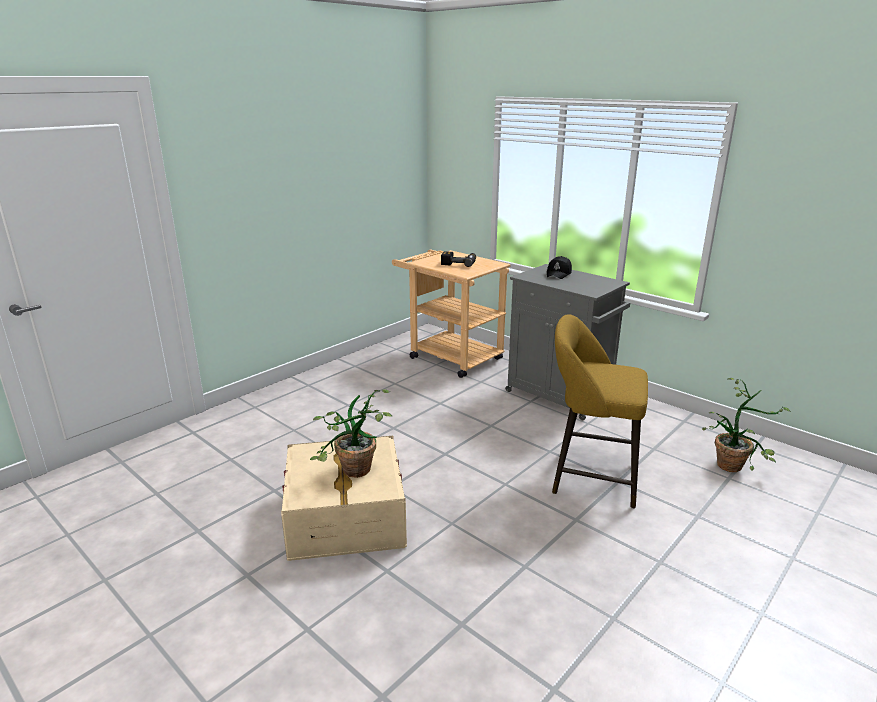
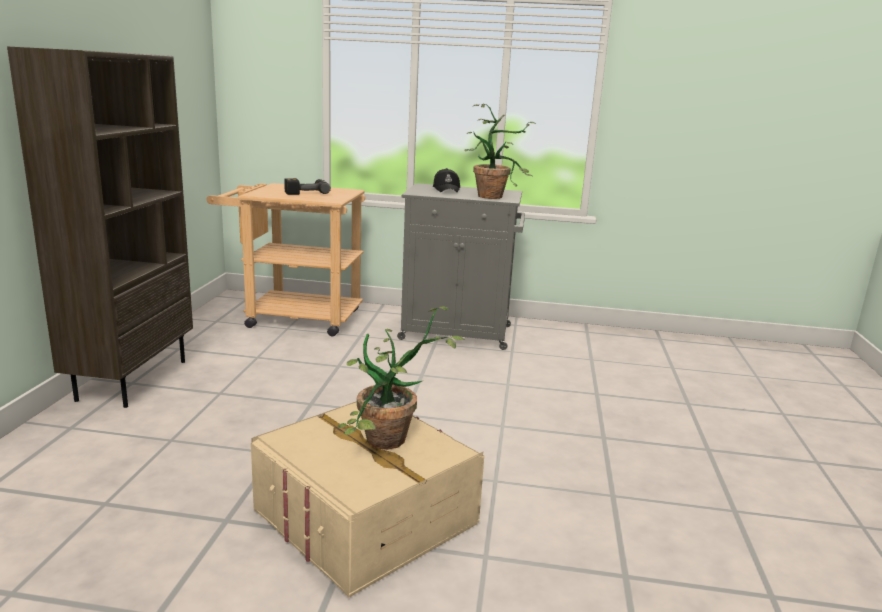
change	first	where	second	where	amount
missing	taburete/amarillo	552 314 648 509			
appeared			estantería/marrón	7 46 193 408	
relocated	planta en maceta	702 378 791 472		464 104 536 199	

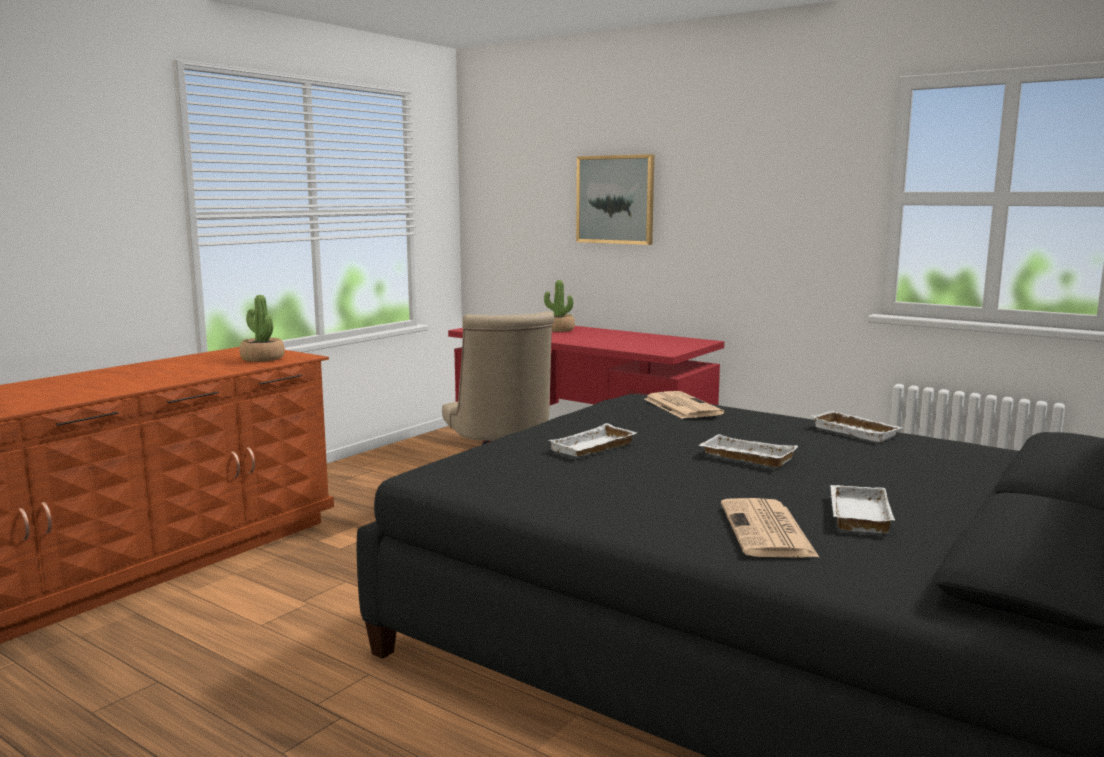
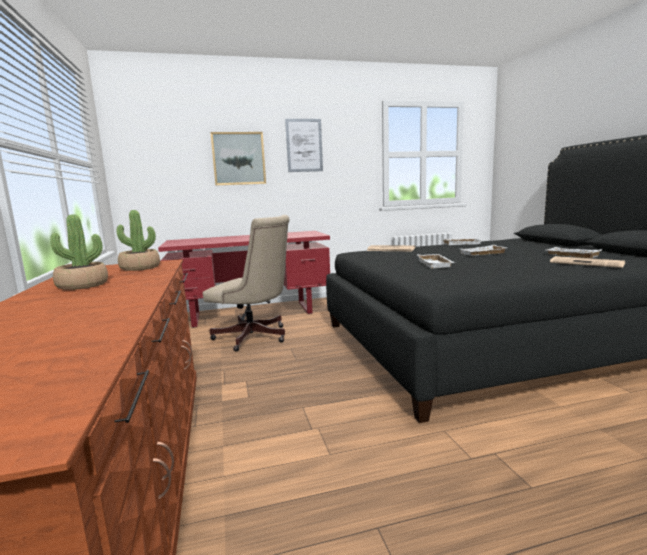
change	first	where	second	where	amount
appeared			cuadro	285 119 323 172	
relocated	planta en maceta	544 280 575 332		50 214 108 290	

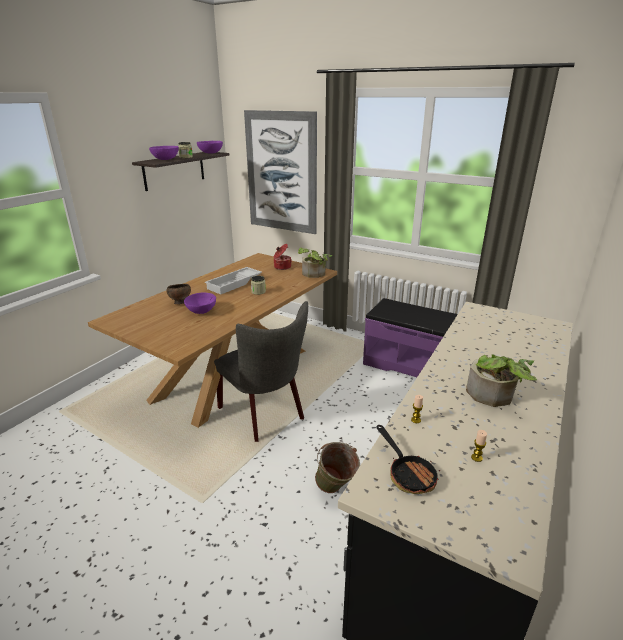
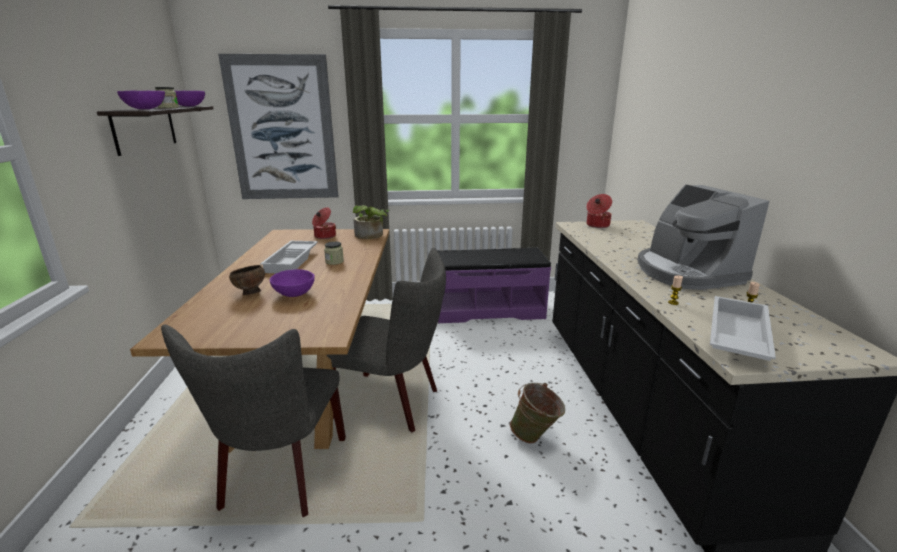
change	first	where	second	where	amount
appeared			silla/gris	161 324 346 517	
appeared			olla	586 194 612 228	
exchanged	sartén	377 425 440 494	bandeja/blanco	710 296 776 361	
exchanged	planta en maceta	466 354 537 407	cafetera	638 184 769 290	

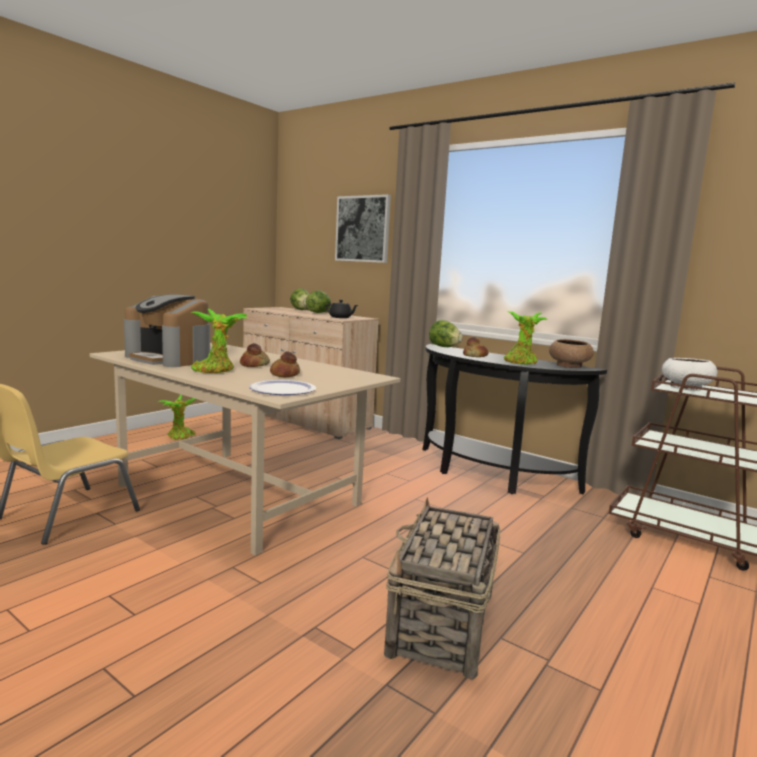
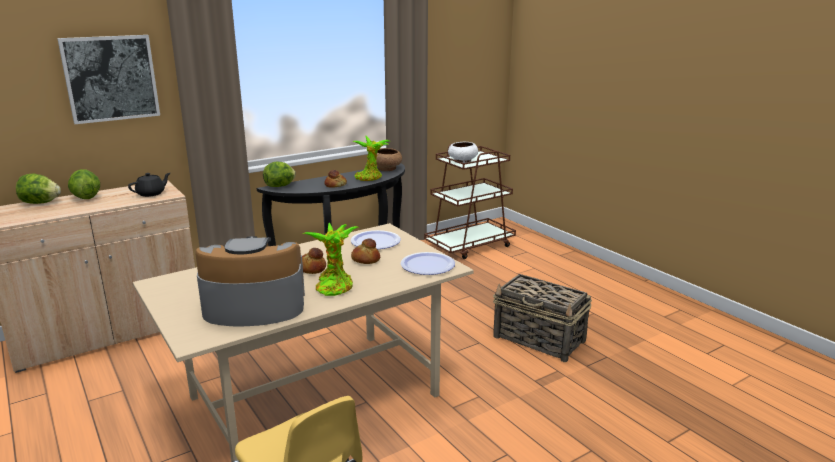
change	first	where	second	where	amount
missing	planta en maceta	158 394 196 440			
appeared			plato	351 230 401 249	
spun	cafetera	124 294 210 367		195 236 305 327	150 degrees counterclockwise

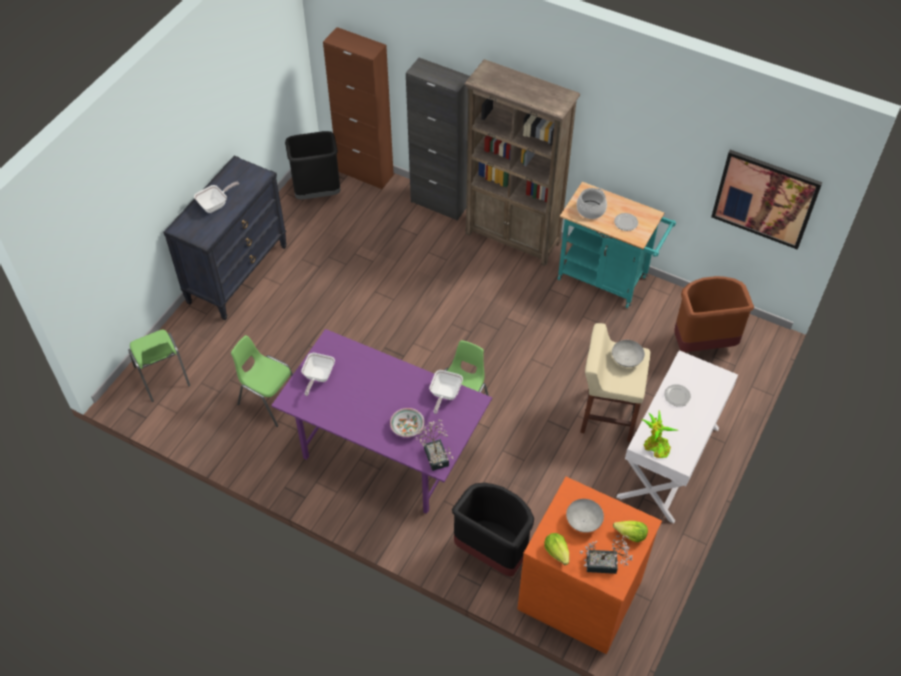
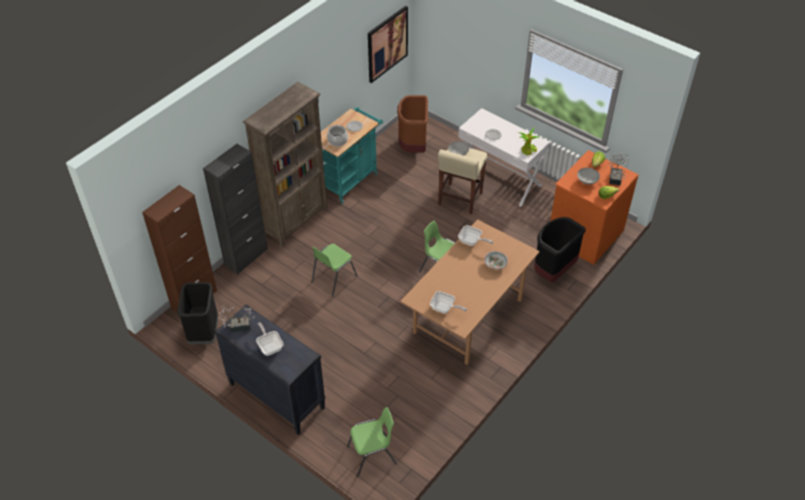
change	first	where	second	where	amount
relocated	silla/verde	231 335 293 427		312 244 358 297	
relocated	planta en maceta	416 419 454 471		219 304 255 332	
colour	mesa de comedor/morado	271 329 492 514	mesa de comedor/marrón	400 219 540 365	

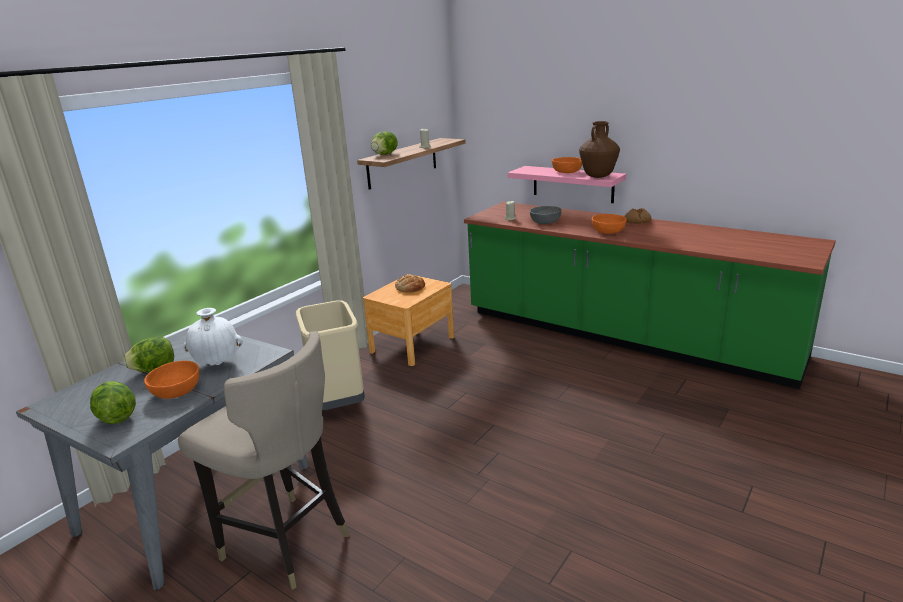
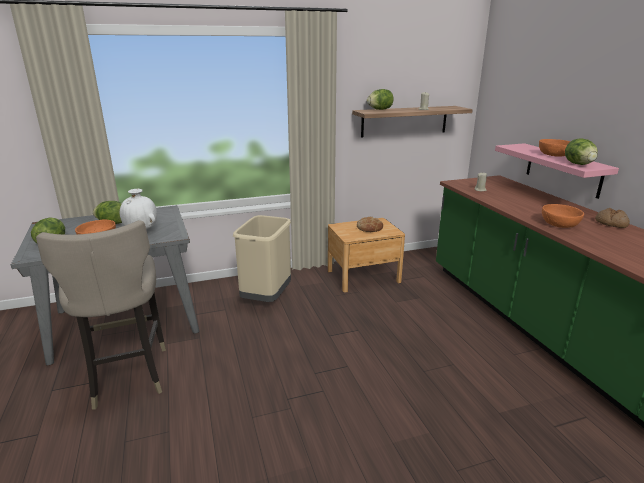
change	first	where	second	where	amount
missing	cuenco/gris	530 206 562 224			
exchanged	florero/marrón	579 121 620 178	lechuga	565 138 598 165	

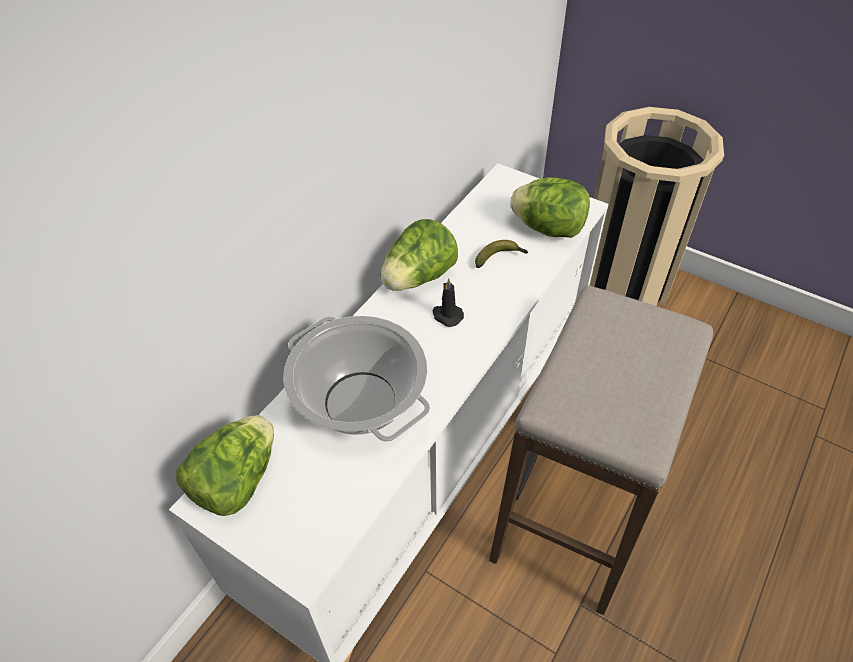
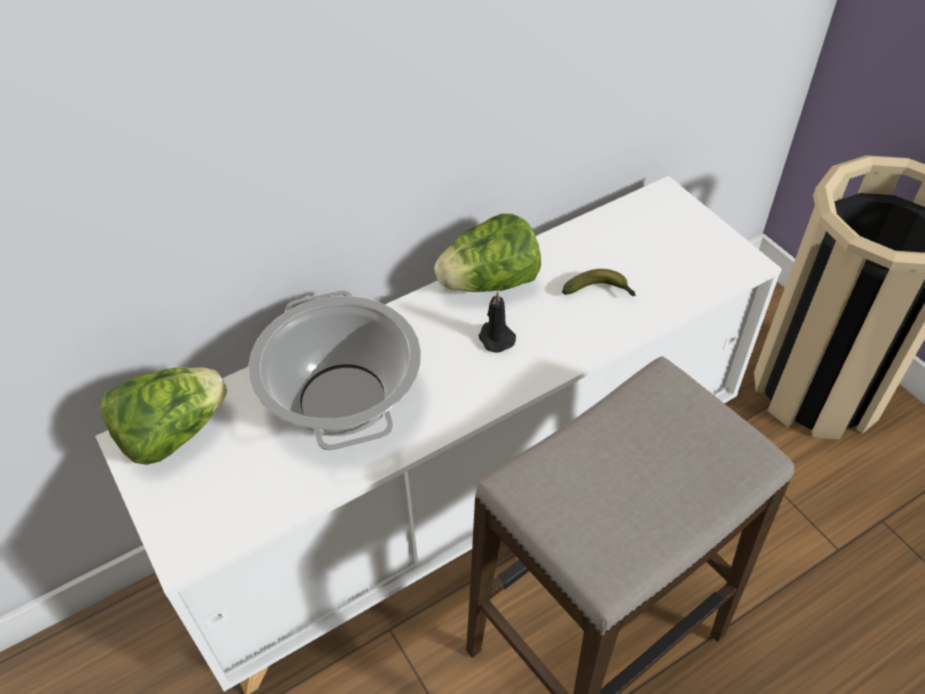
change	first	where	second	where	amount
missing	lechuga	510 177 590 238			

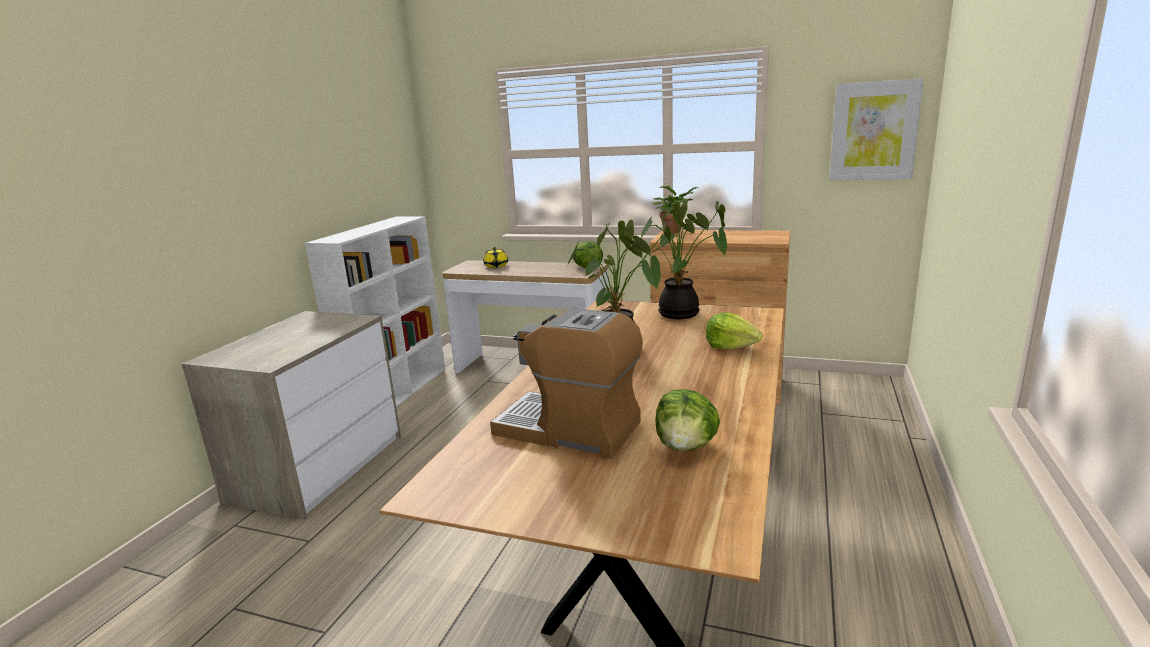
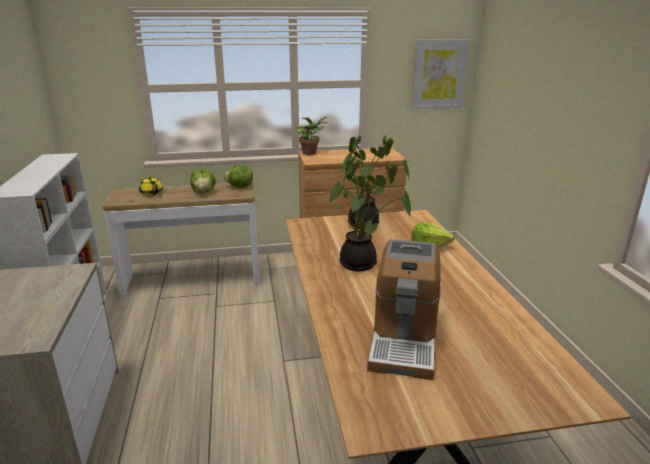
change	first	where	second	where	amount
relocated	lechuga	655 389 720 451		190 169 216 193	
spun	cafetera	490 308 643 458		367 239 440 380	75 degrees counterclockwise

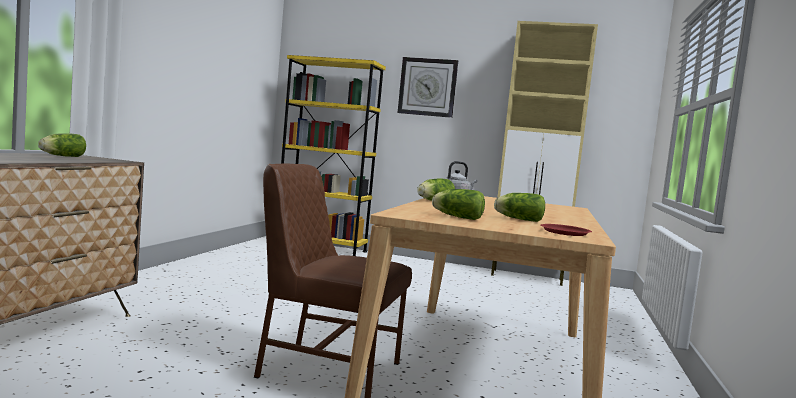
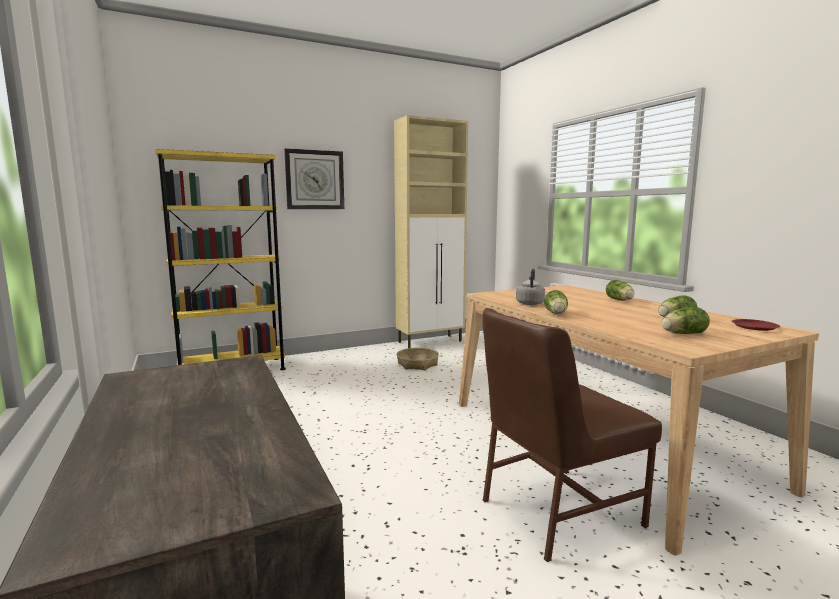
change	first	where	second	where	amount
appeared			cesta	397 348 439 370	
relocated	lechuga	38 133 86 157		606 280 634 300	

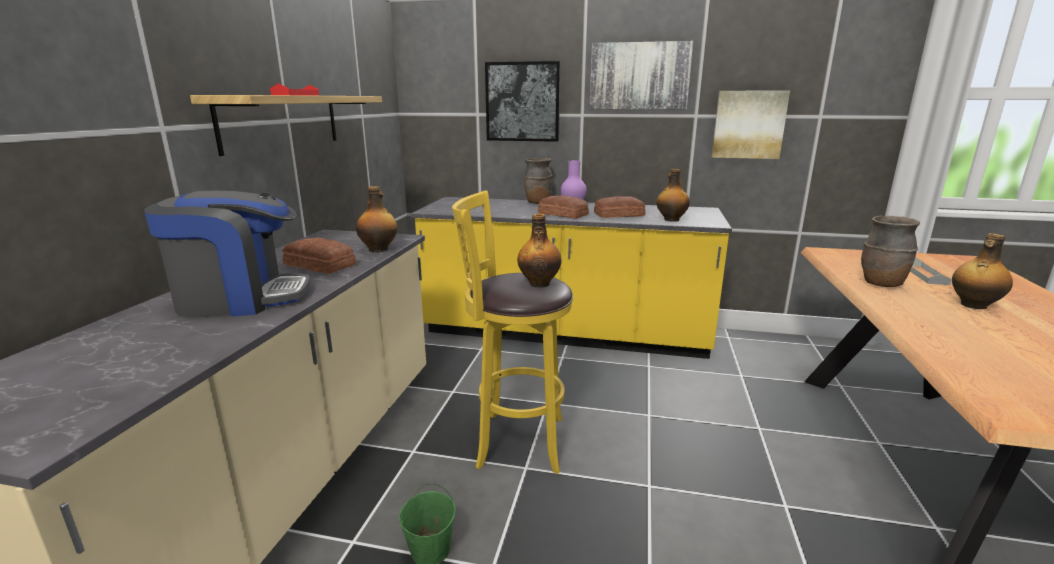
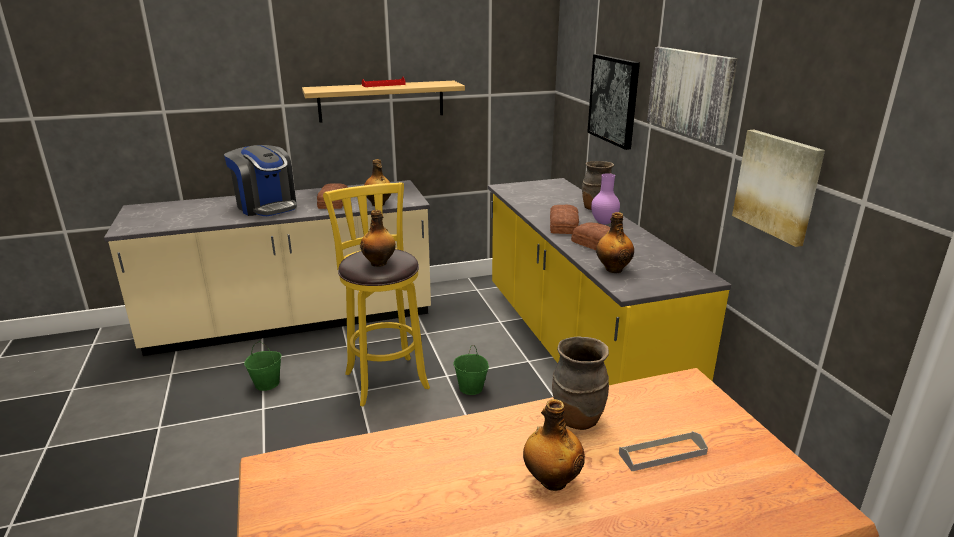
change	first	where	second	where	amount
appeared			cubo/verde	453 345 489 395	

